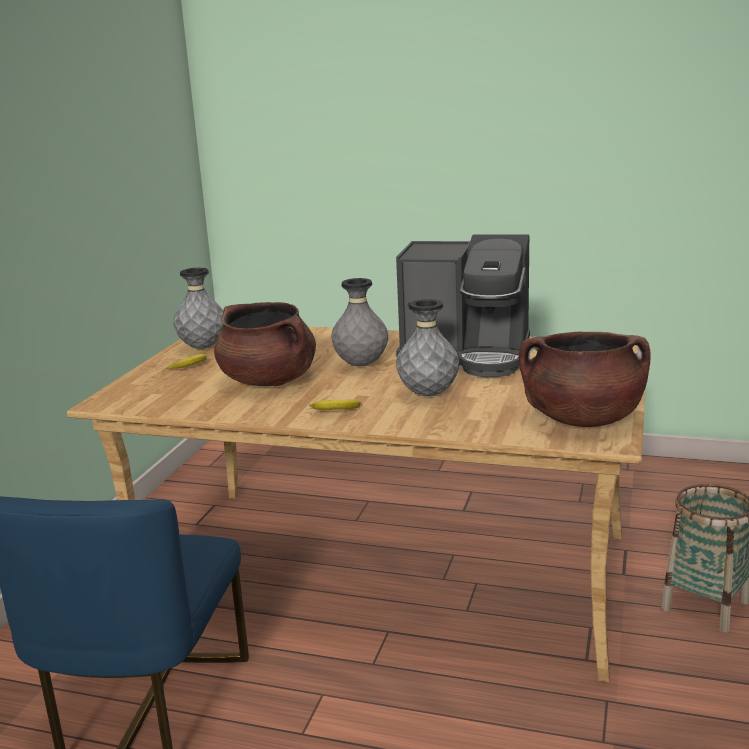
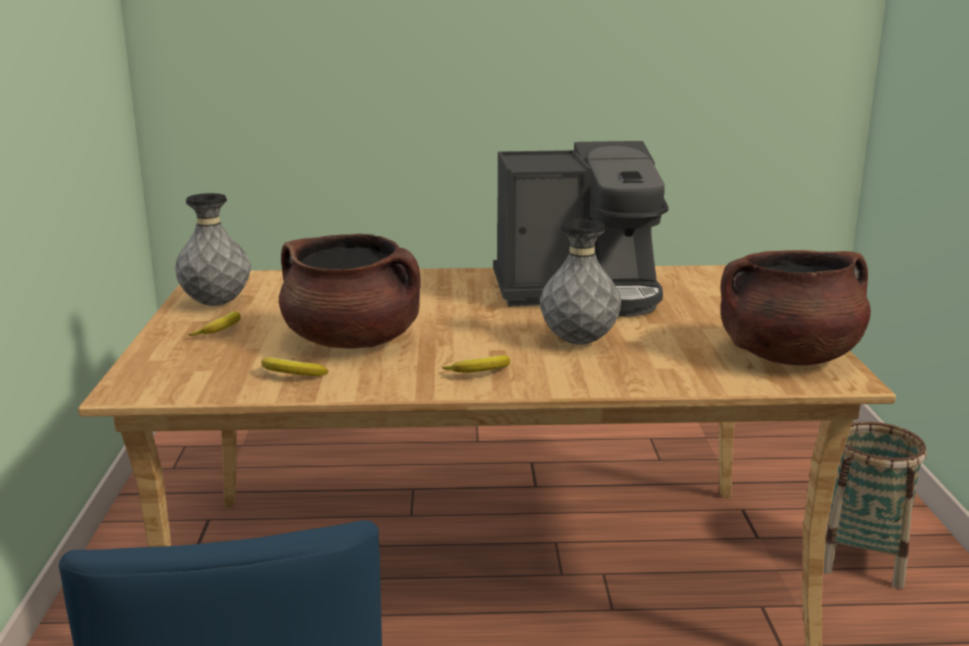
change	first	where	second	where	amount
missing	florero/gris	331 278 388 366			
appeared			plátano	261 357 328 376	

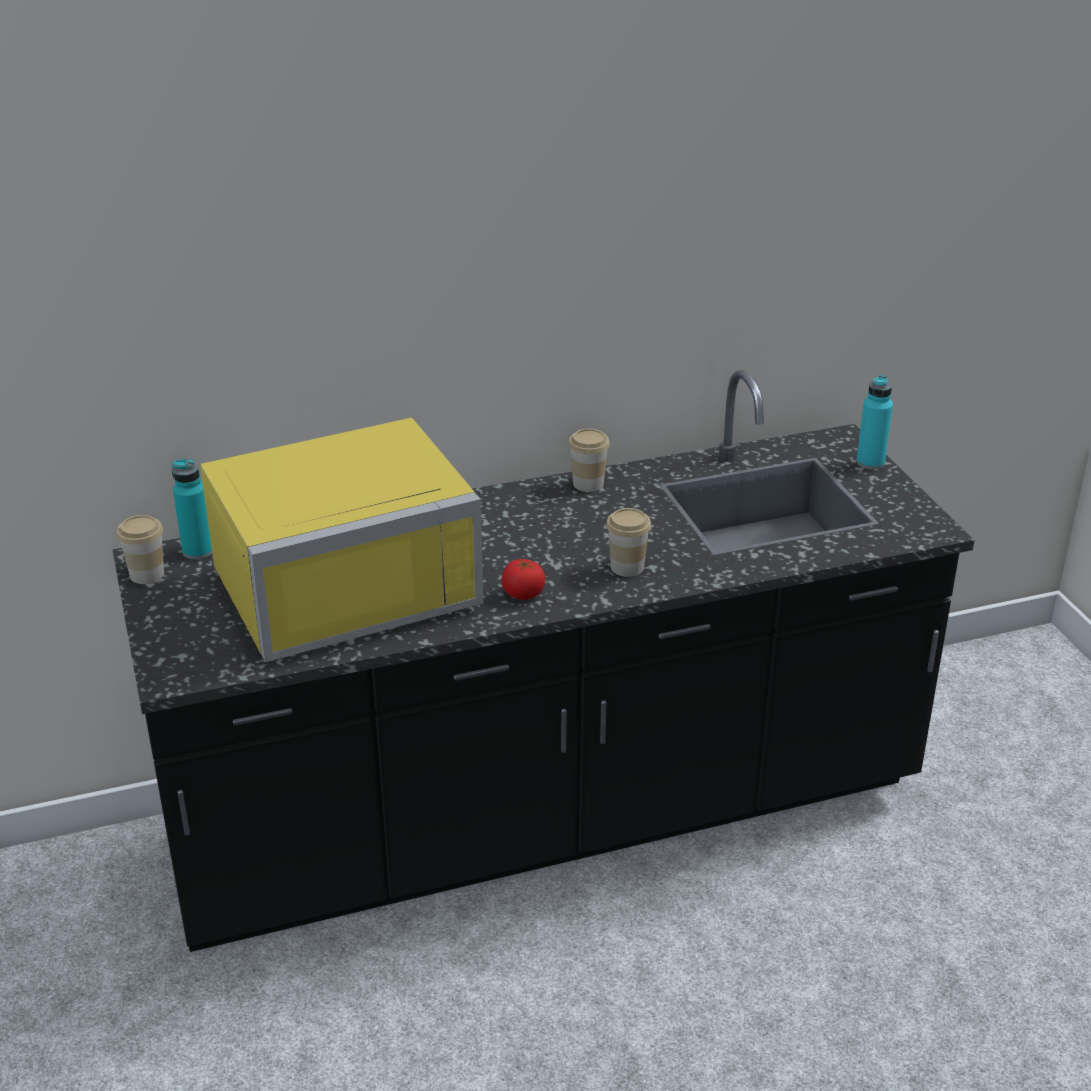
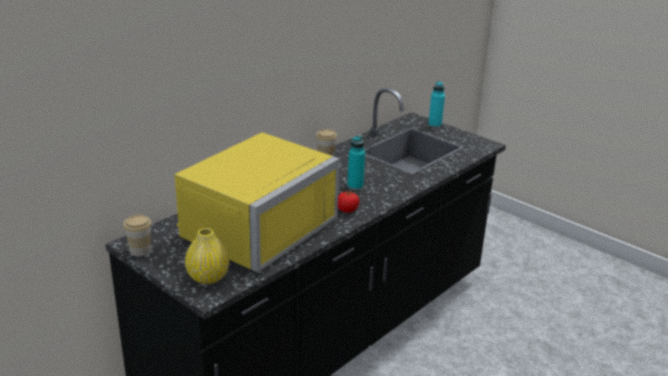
change	first	where	second	where	amount
missing	taza	606 508 651 577			
appeared			florero/amarillo	185 228 229 284	
relocated	botella/turquesa	172 459 212 560		347 136 365 190	

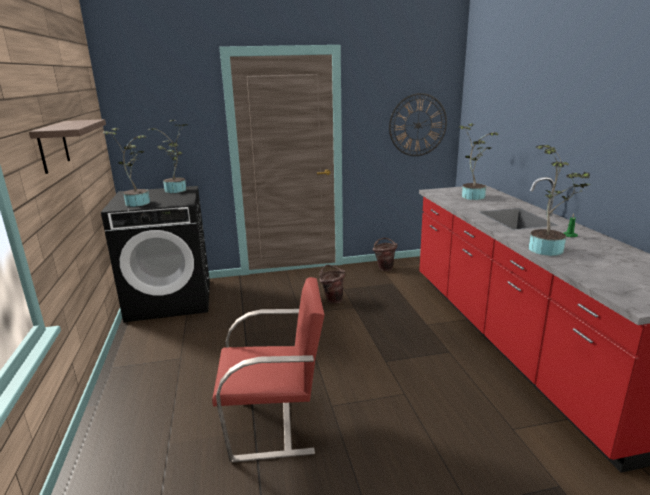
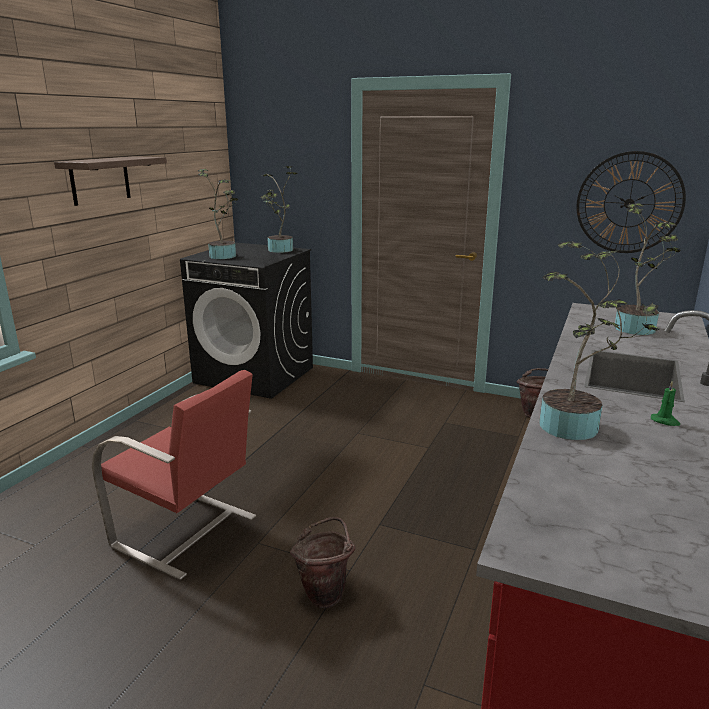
change	first	where	second	where	amount
relocated	cubo/marrón	319 265 345 304		290 517 356 608	

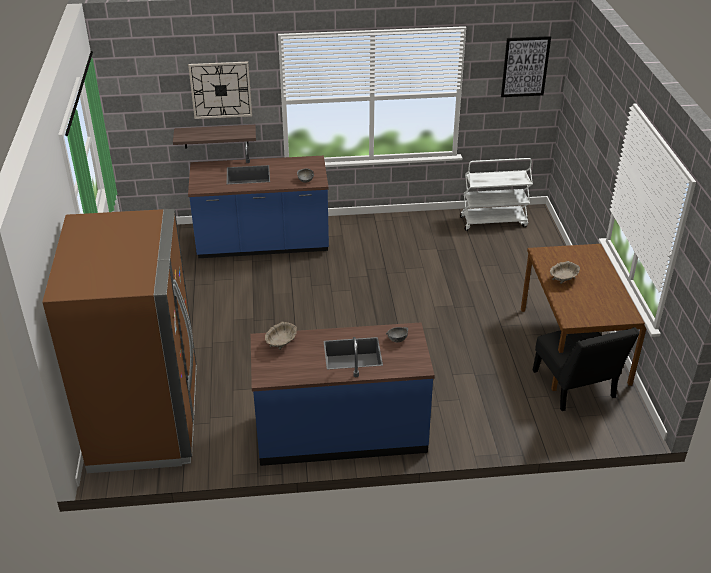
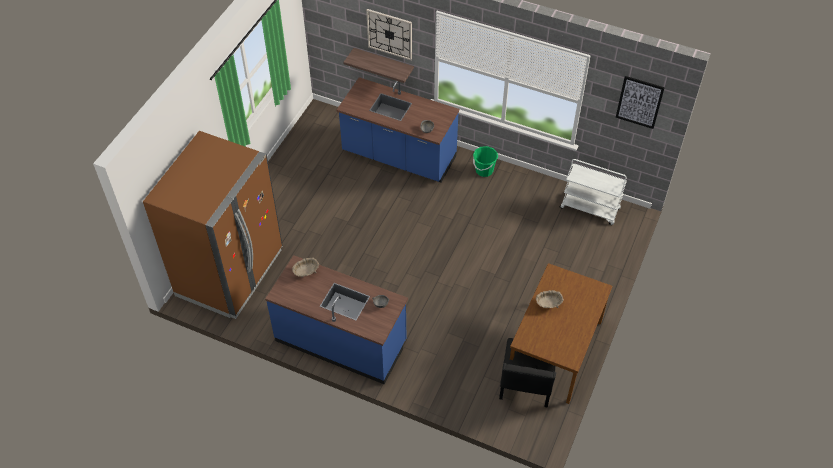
change	first	where	second	where	amount
appeared			cubo/verde	473 146 498 177	

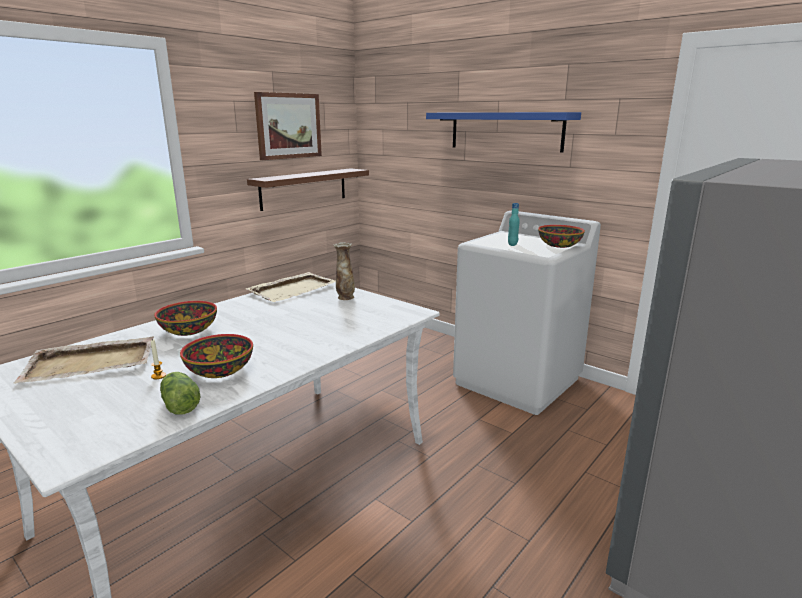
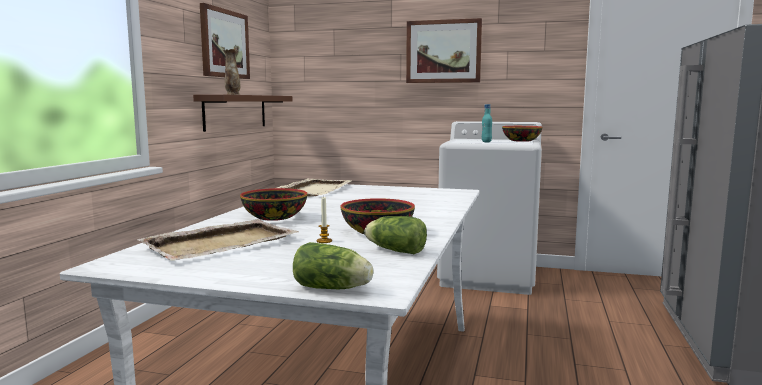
change	first	where	second	where	amount
appeared			lechuga	293 242 373 289	
relocated	florero	333 242 355 300		223 49 240 95	
exchanged	estante/azul	426 112 581 153	cuadro	406 18 482 83	

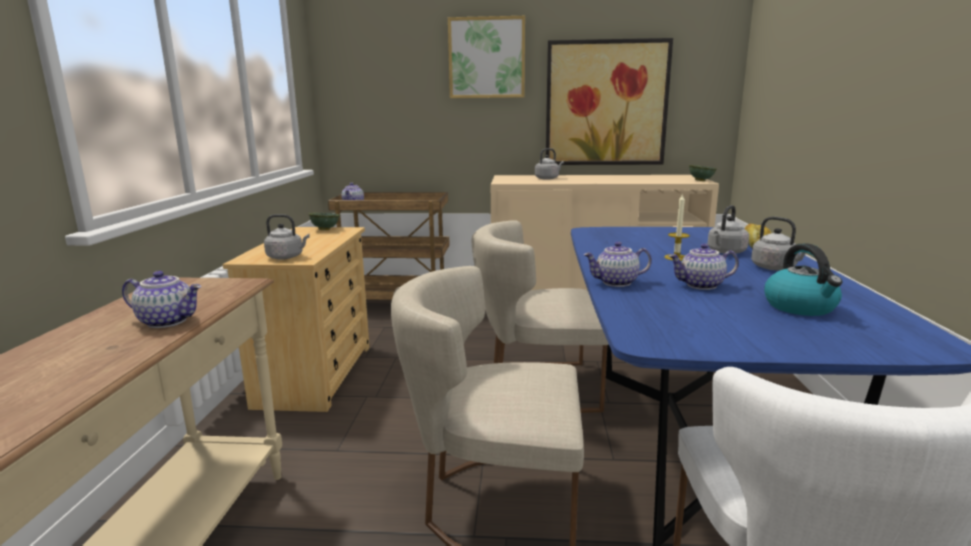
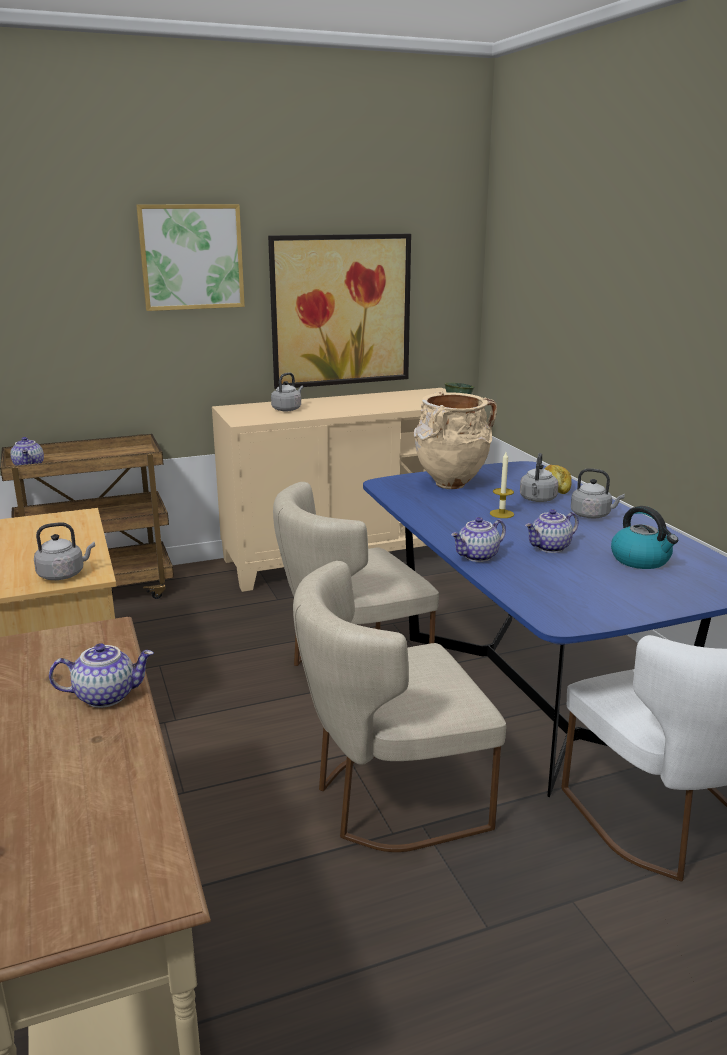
change	first	where	second	where	amount
missing	cuenco/verde	309 213 340 230			
appeared			florero/beis	414 391 497 489	

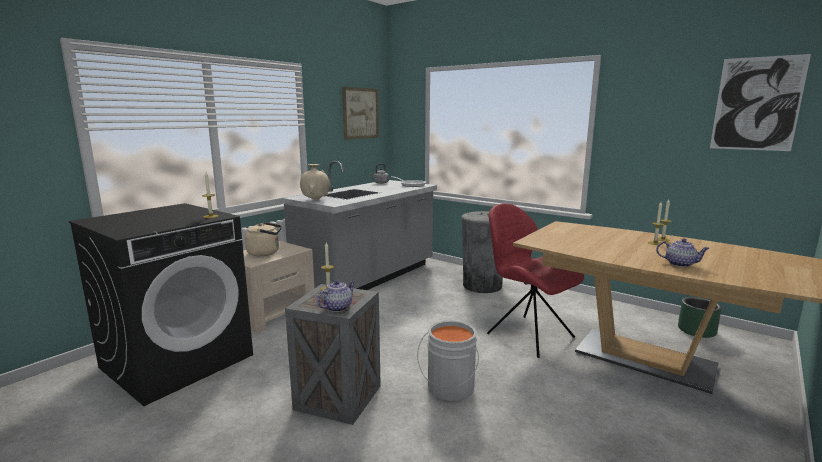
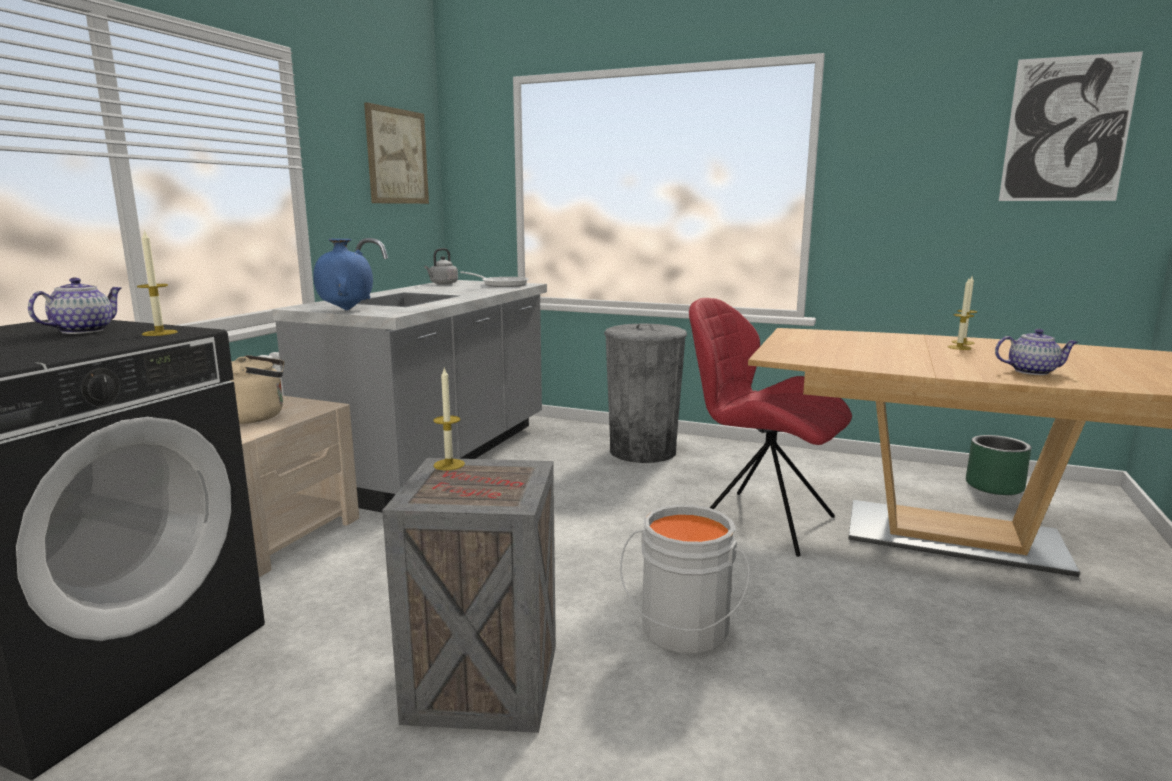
change	first	where	second	where	amount
relocated	tetera	317 280 355 312		28 277 122 334	
colour	florero/beis	300 164 330 201	florero/azul	313 239 373 310	

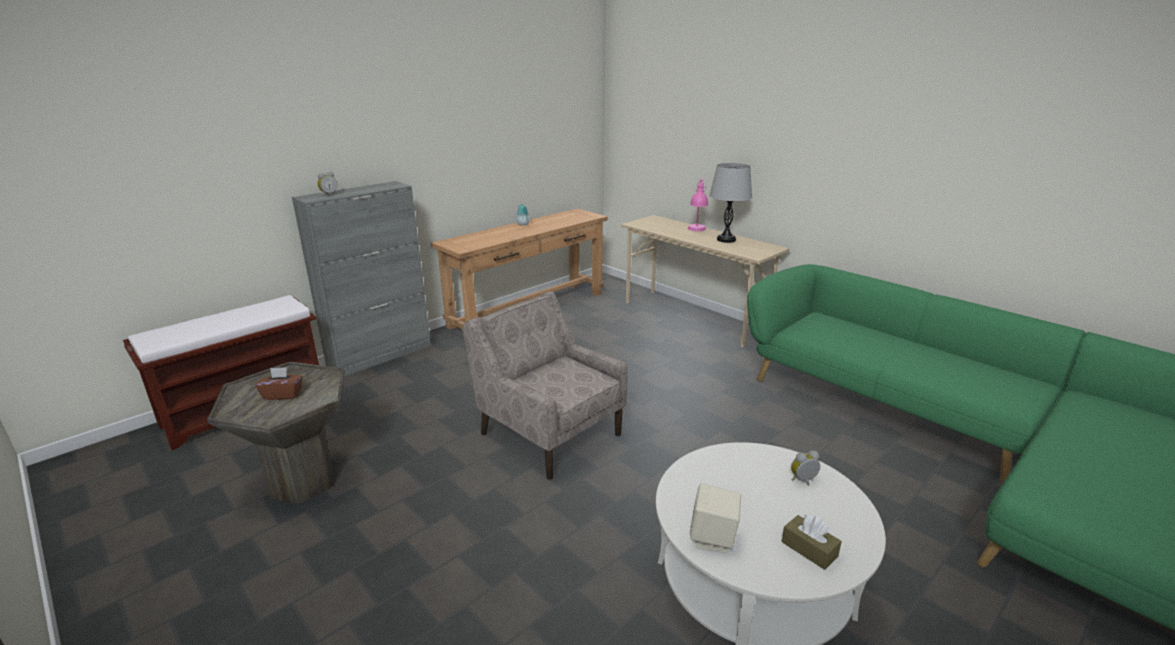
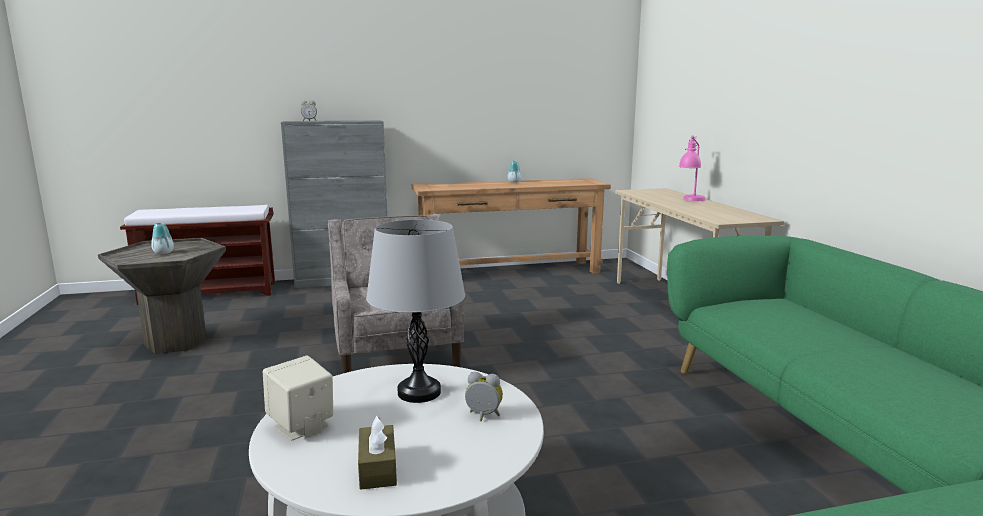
change	first	where	second	where	amount
relocated	lámpara de mesa/gris	709 163 752 243		366 220 465 403	
exchanged	caja de pañuelos/marrón	255 367 303 400	florero	151 223 174 254	

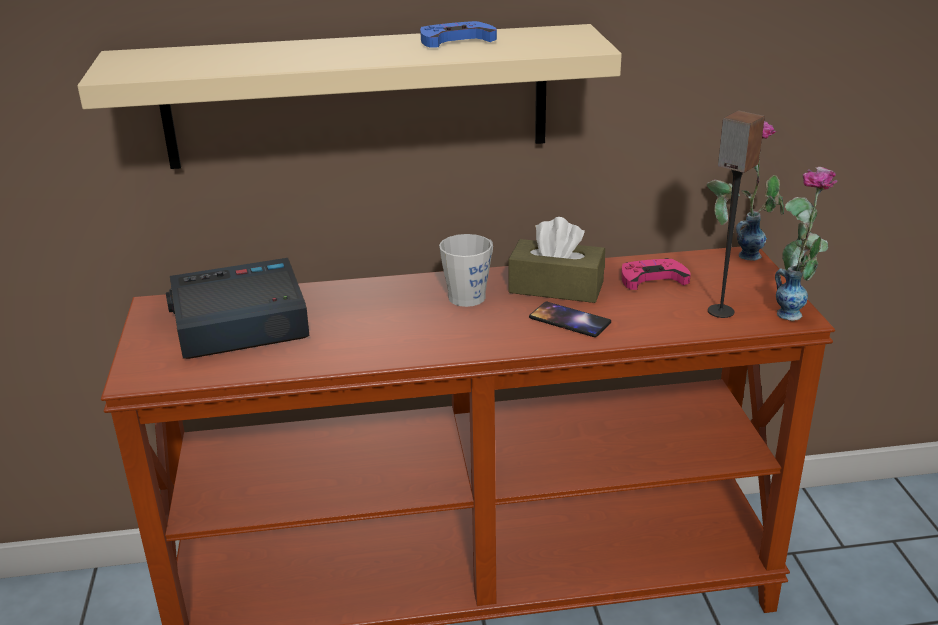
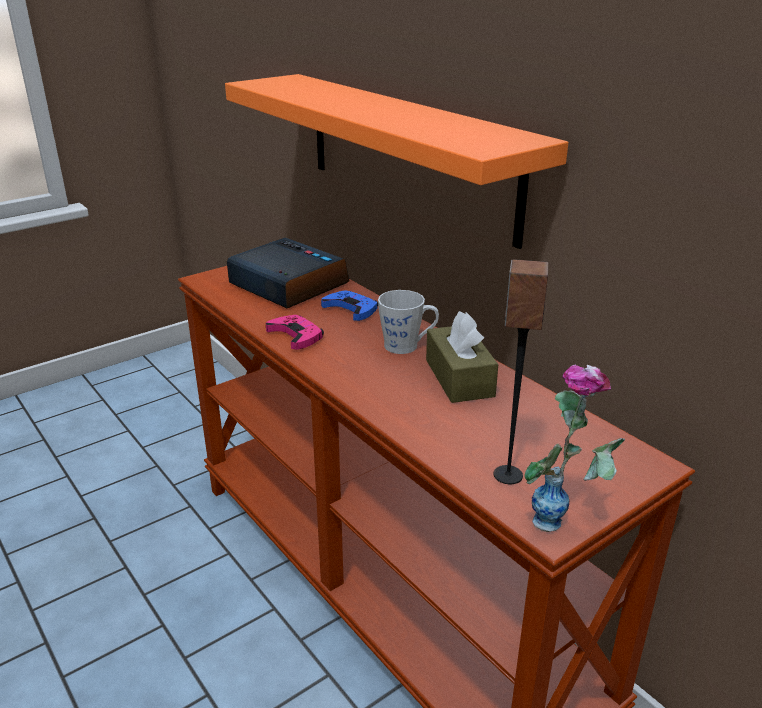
change	first	where	second	where	amount
missing	móvil	529 302 611 337			
missing	florero	706 121 784 261			
relocated	mando de consola/azul	420 21 497 48		321 290 378 321	
relocated	mando de consola/rosa	621 258 691 290		266 315 324 350	
colour	estante/beis	78 24 622 169	estante/naranja	225 74 568 249	

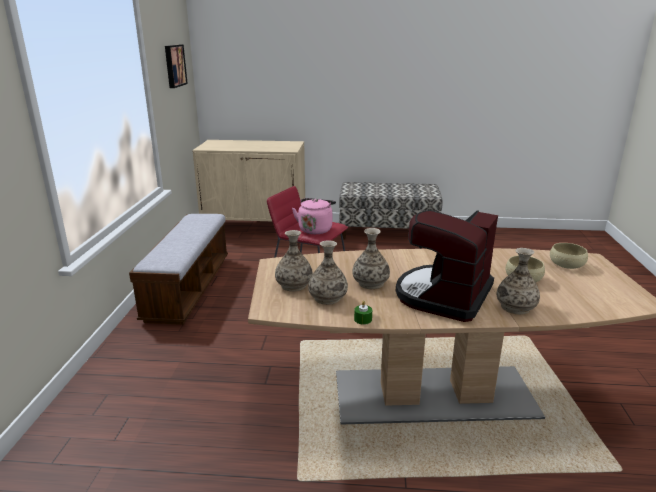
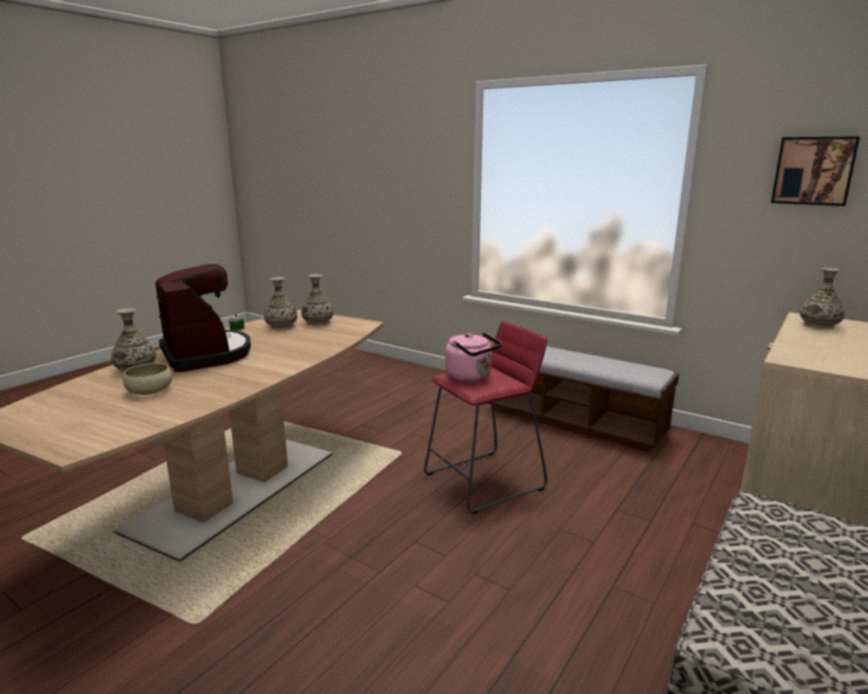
change	first	where	second	where	amount
missing	cuenco/beis	550 243 588 269			
relocated	florero	352 228 390 289		800 268 845 329	

